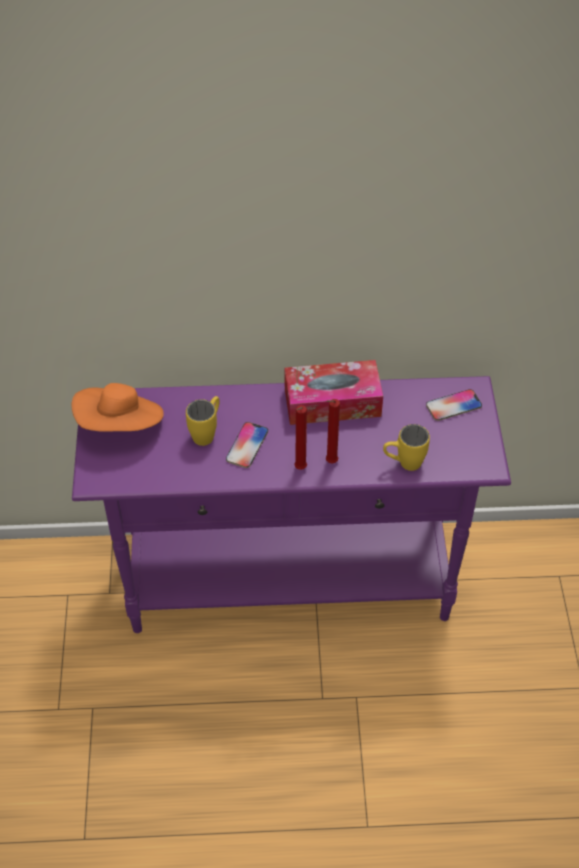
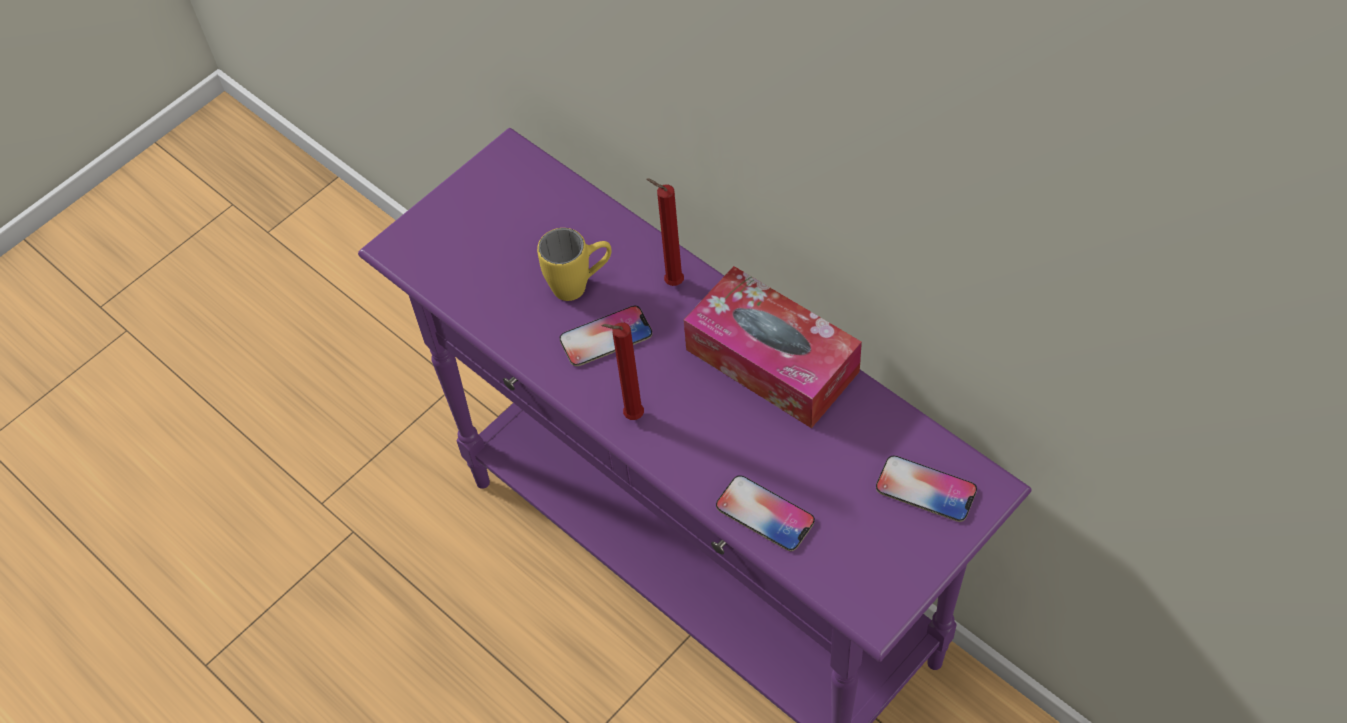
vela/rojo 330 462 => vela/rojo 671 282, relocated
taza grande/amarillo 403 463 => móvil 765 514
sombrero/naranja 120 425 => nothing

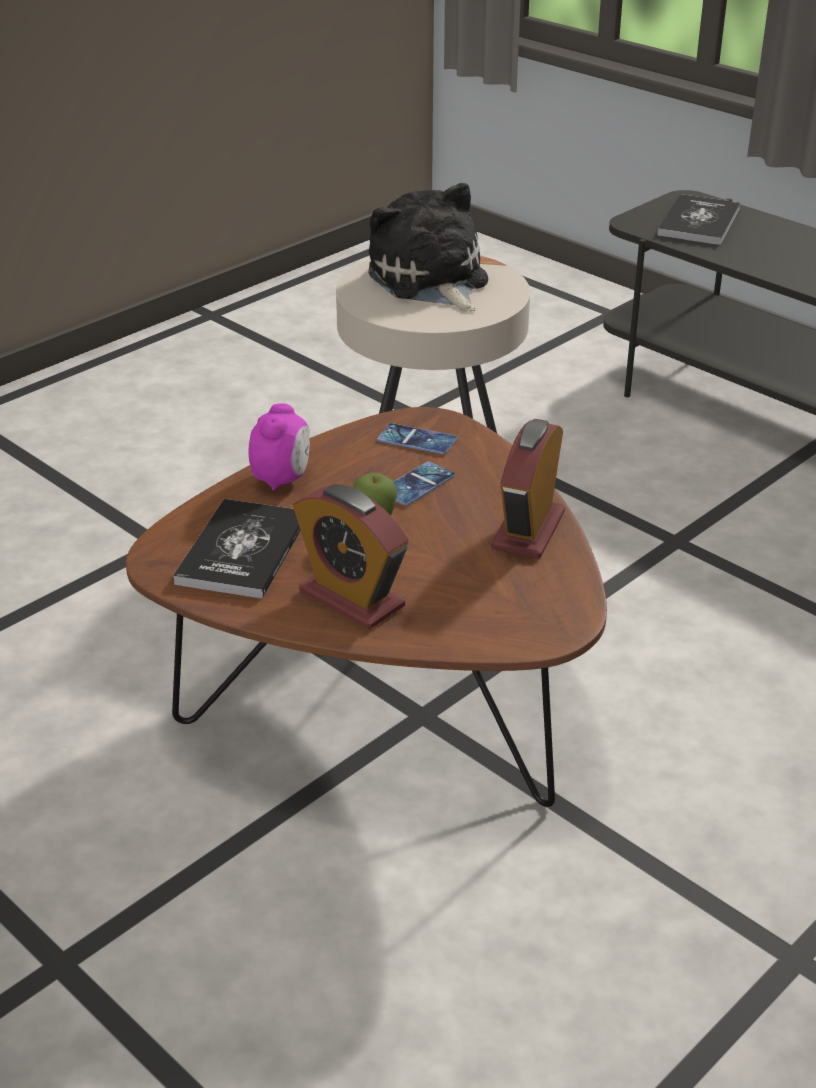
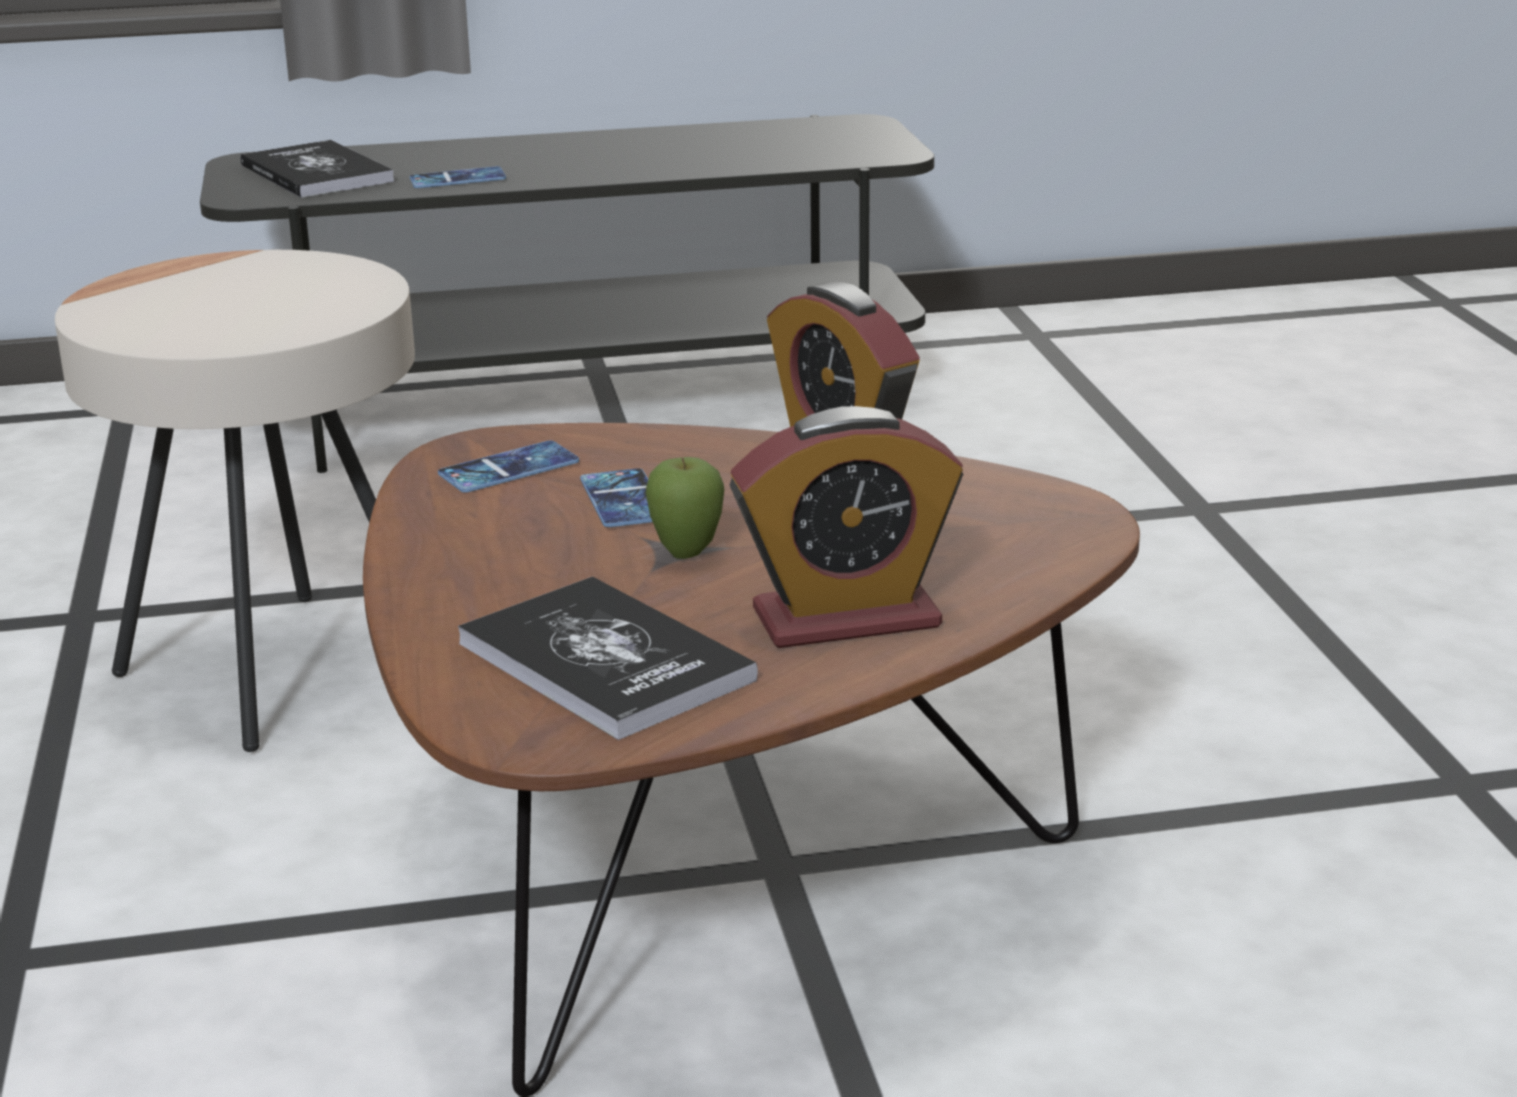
nothing => móvil 457 179
despertador 282 479 => nothing
peluche 430 281 => nothing

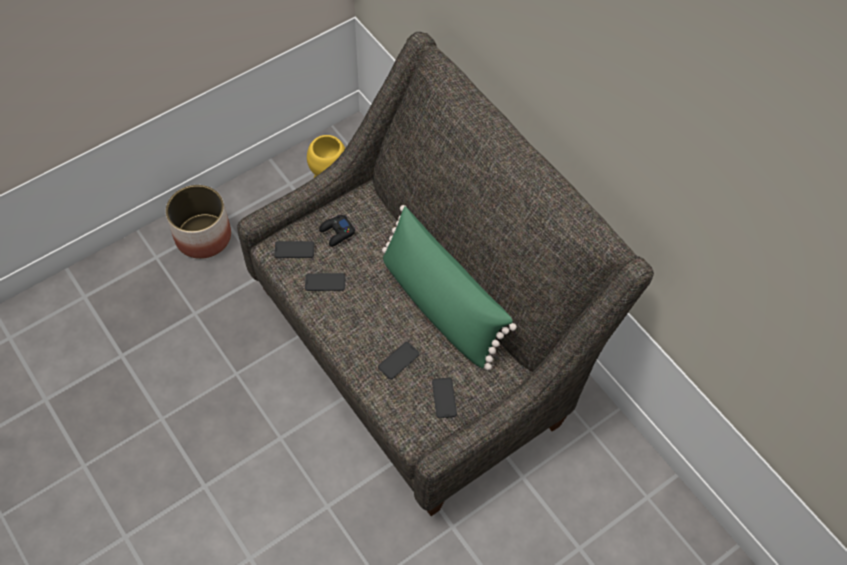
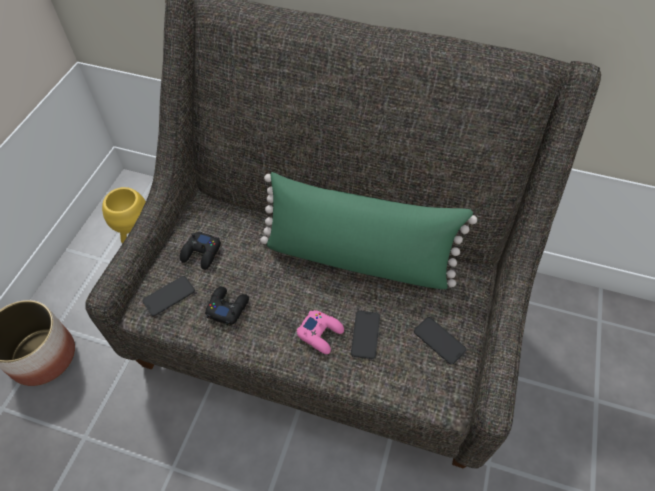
móvil 325 282 => mando de consola/negro 227 307
nothing => mando de consola/rosa 320 333

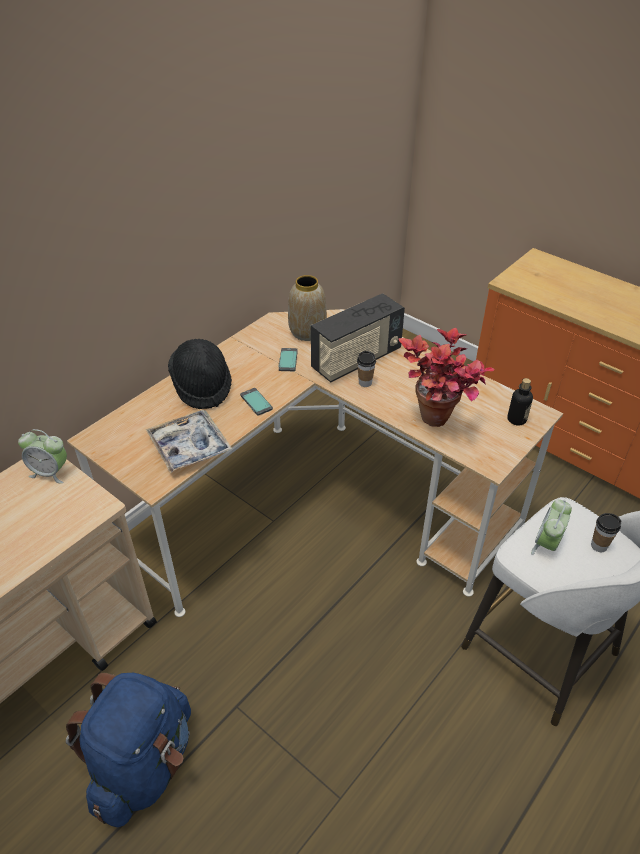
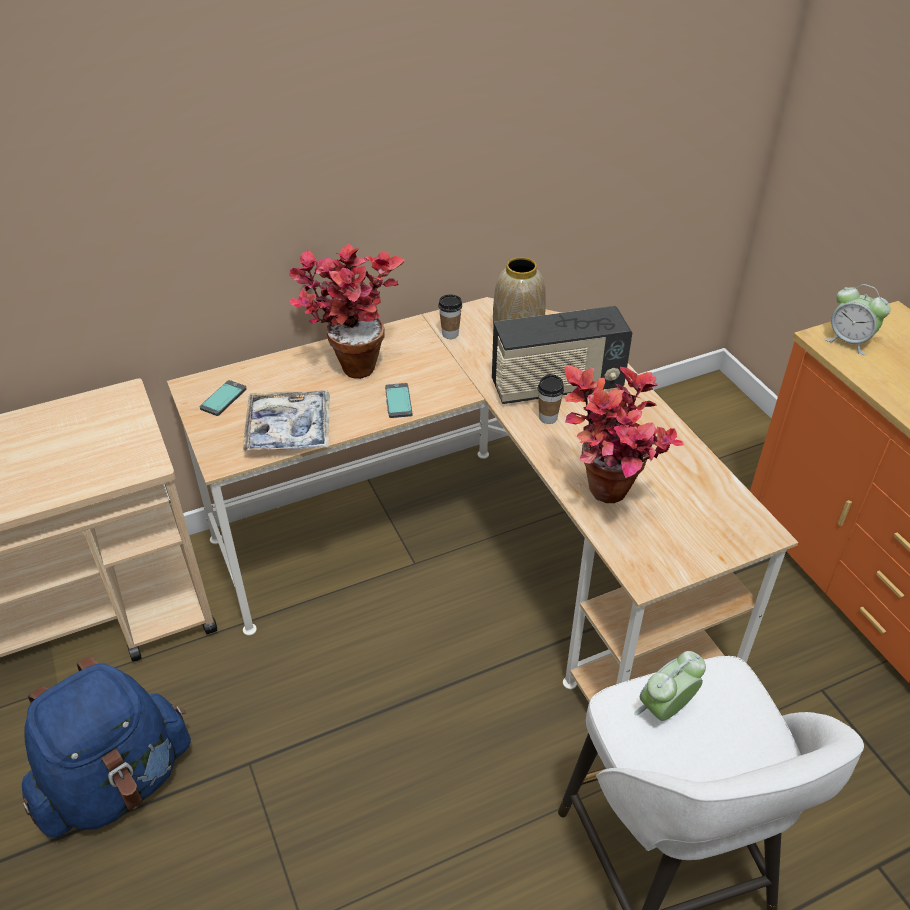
móvil 288 360 => móvil 223 399, relocated
sombrero/negro 202 386 => planta en maceta 349 363
taza 599 546 => taza 450 334, relocated
despertador 50 472 => despertador 849 341, relocated
botella 516 419 => nothing

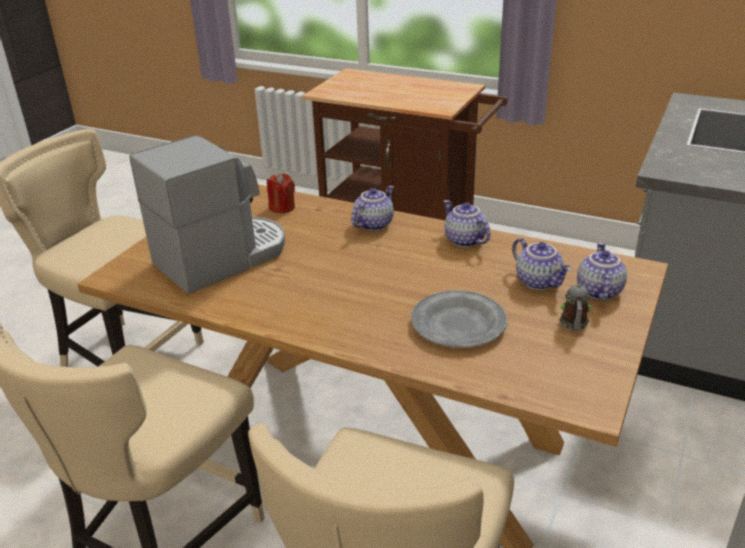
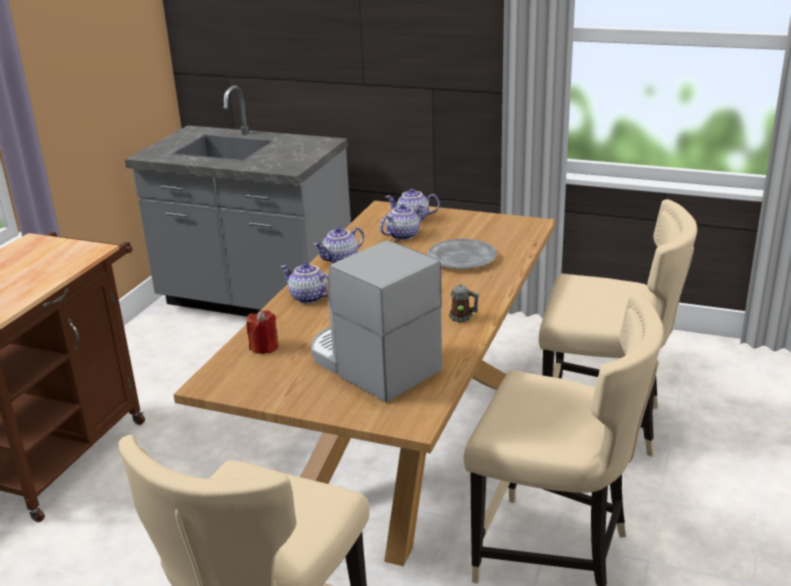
taza grande 574 325 => taza grande 463 317, relocated

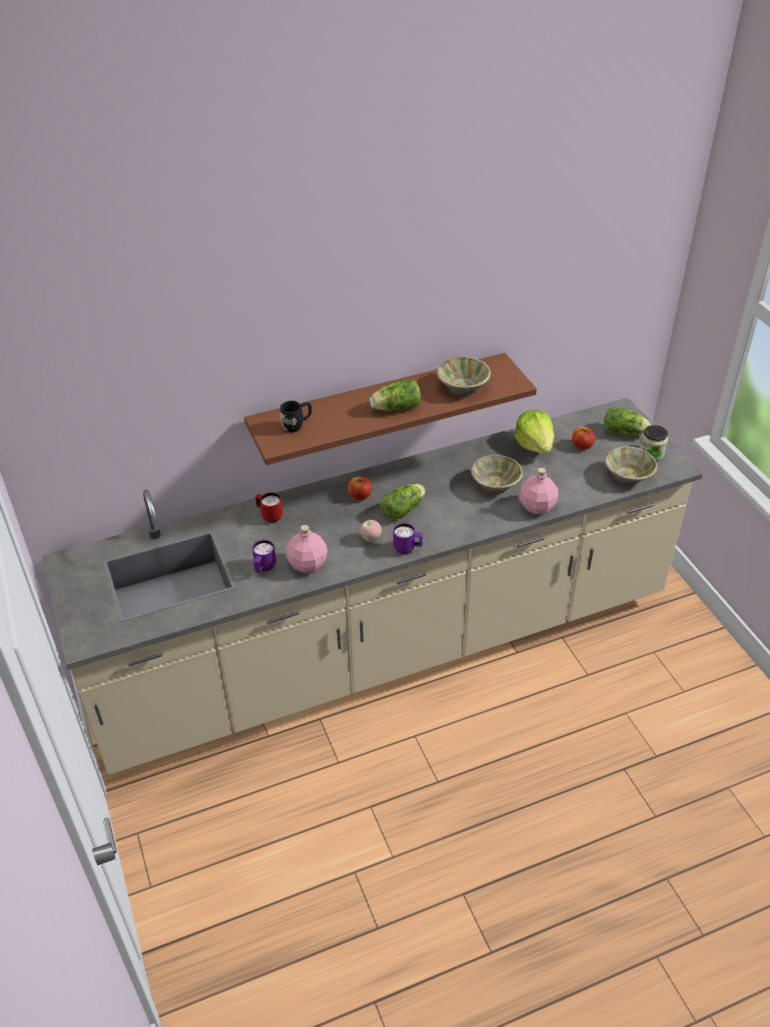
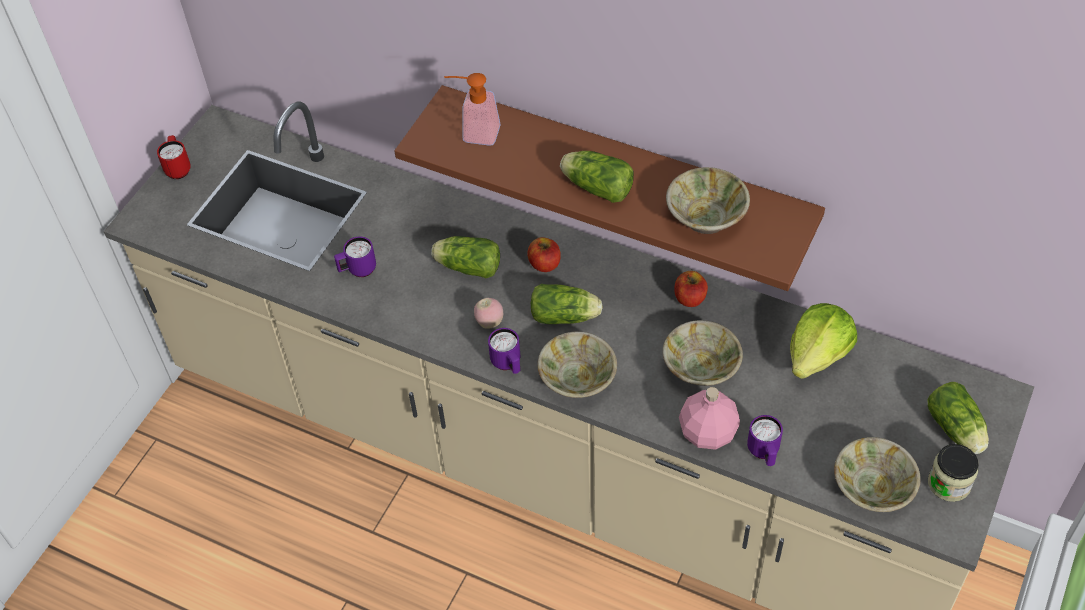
taza grande/rojo 269 515 => taza grande/rojo 178 168, relocated
nothing => lechuga 466 266
taza grande/negro 297 425 => dispensador de jabón 474 133
nothing => cuenco/beis 577 379
manzana 582 445 => manzana 690 298, relocated
nothing => taza grande/morado 764 453
botella/rosa 308 564 => nothing

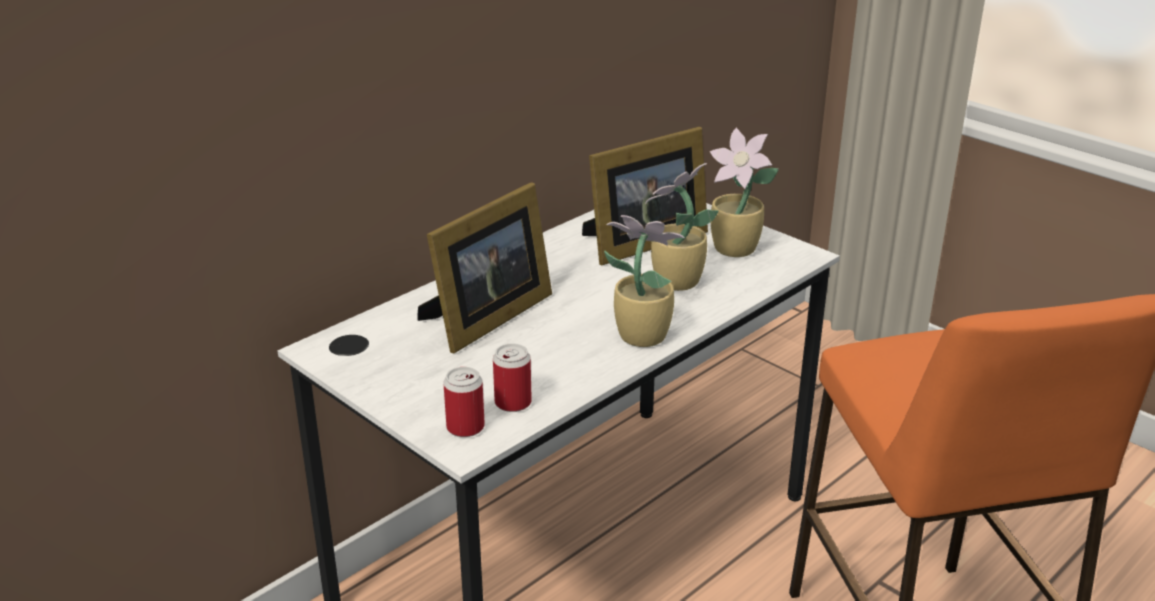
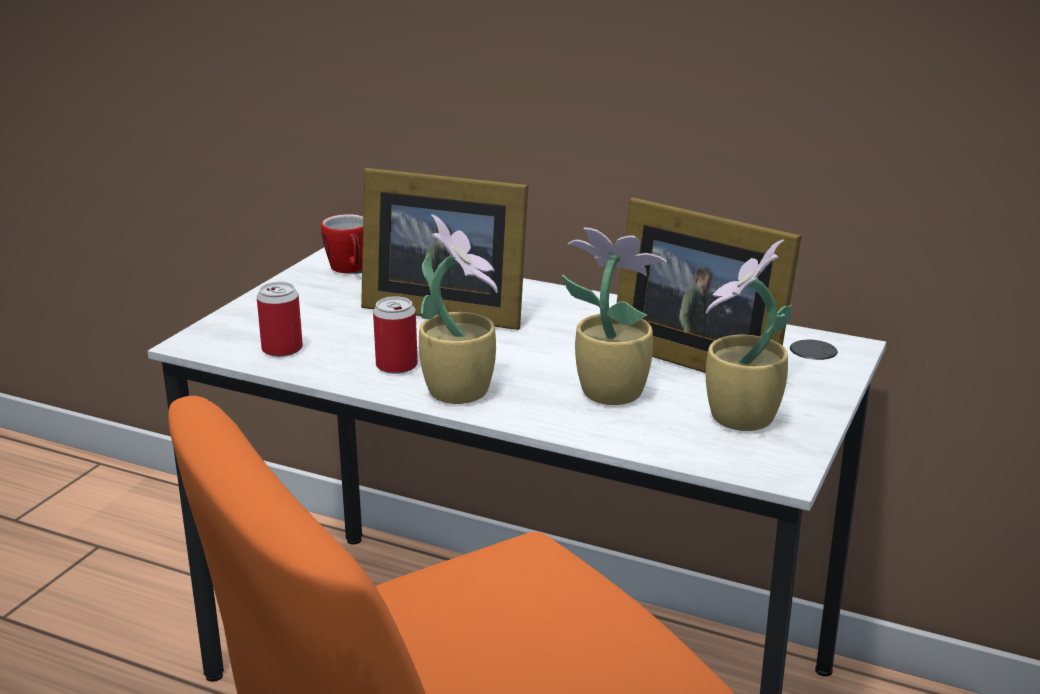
nothing => taza grande 350 270
lata 465 427 => lata 396 366, relocated

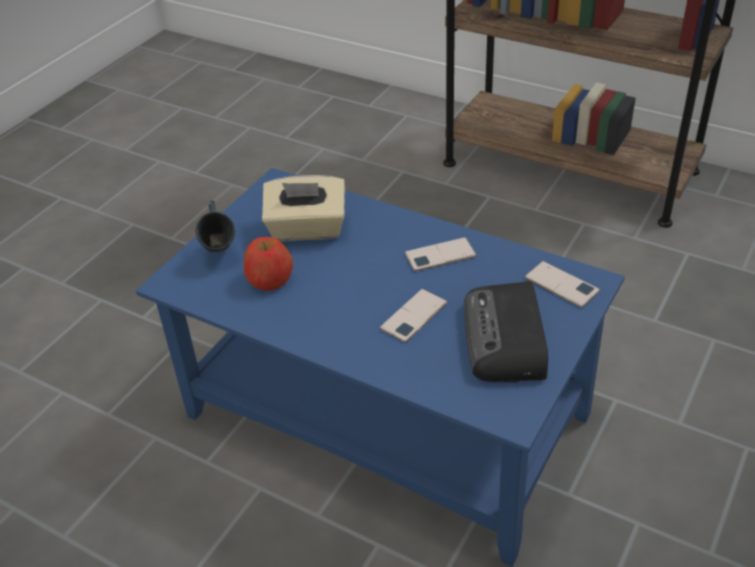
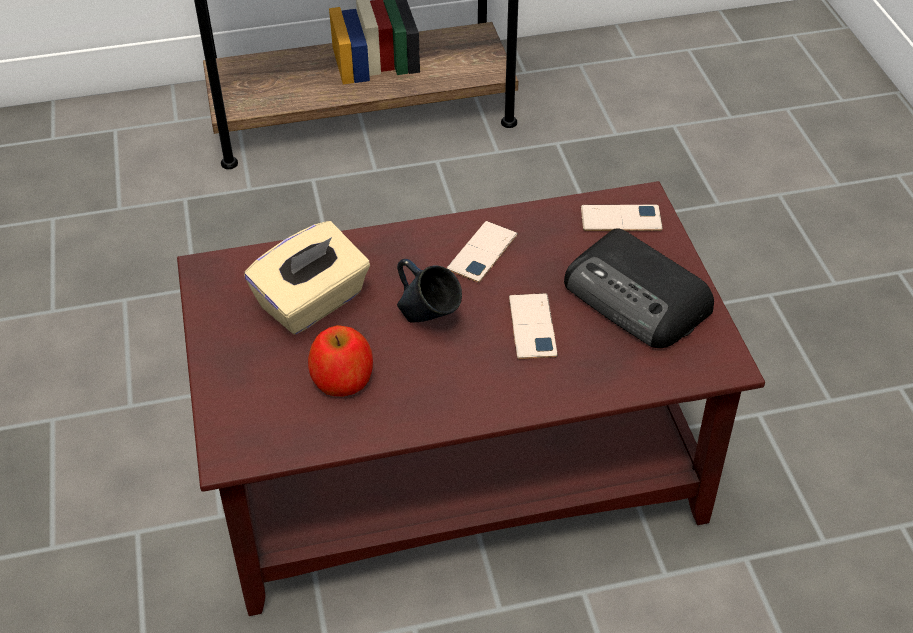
mesa de centro/azul 389 416 => mesa de centro/marrón 461 466
taza grande/azul 220 254 => taza grande/azul 428 319, relocated

